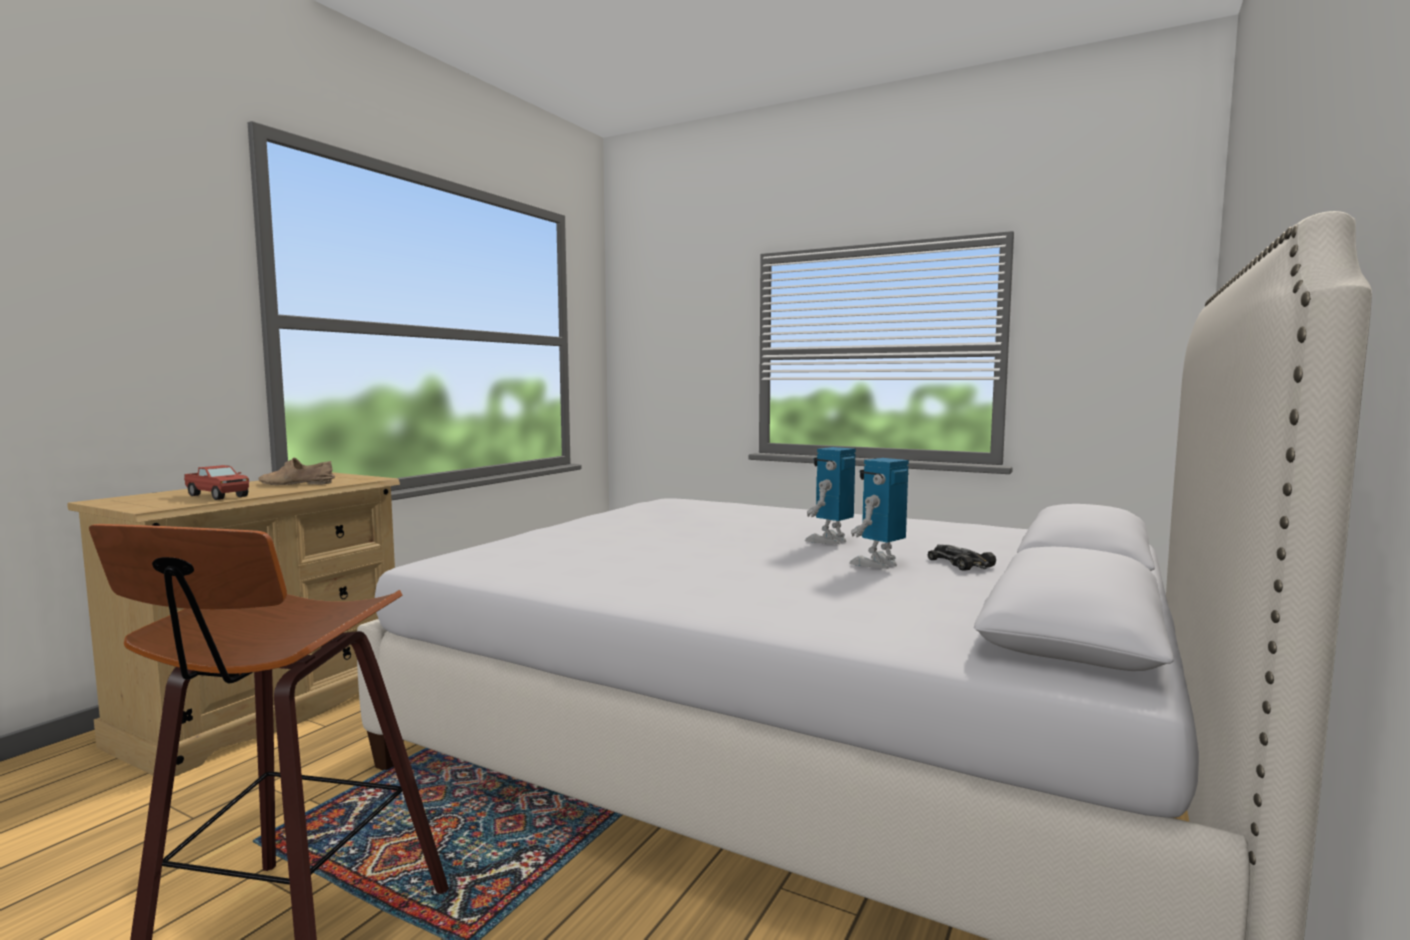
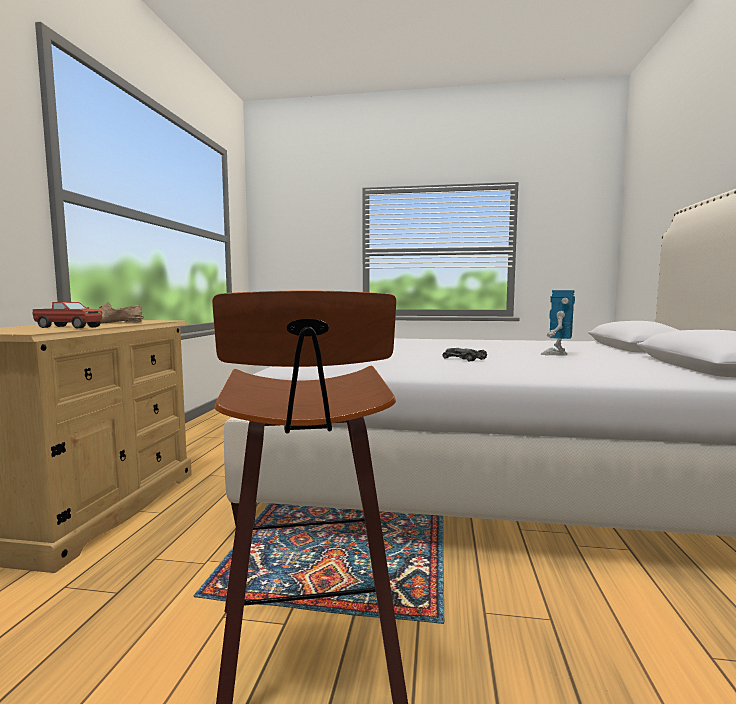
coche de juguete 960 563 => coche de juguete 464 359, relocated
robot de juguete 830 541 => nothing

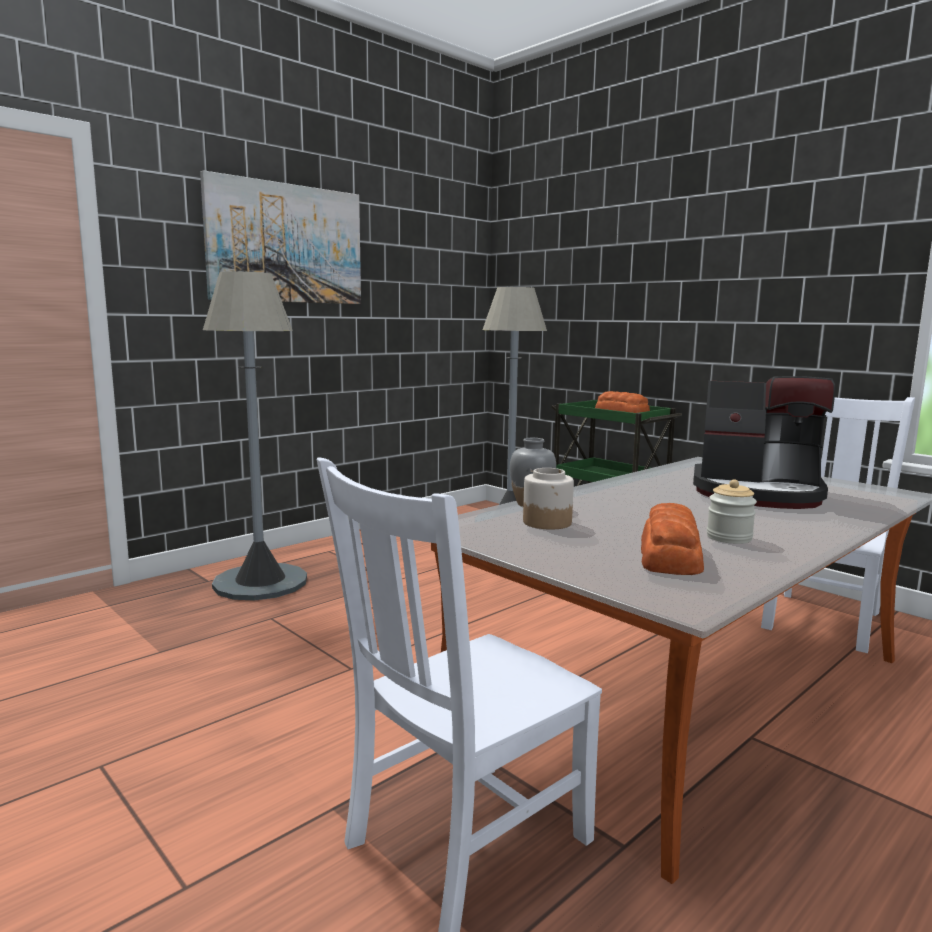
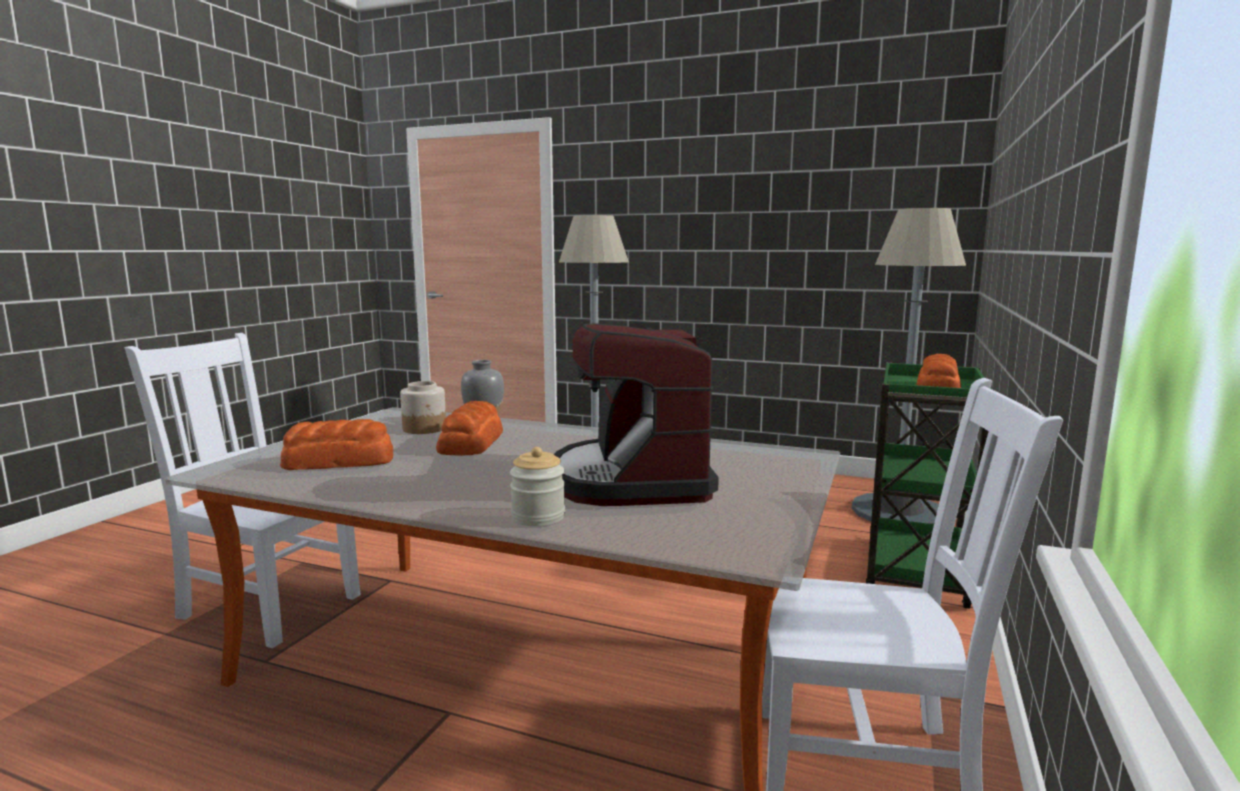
nothing => pan 472 443
tarro 729 537 => tarro 538 517, relocated
cuadro 286 244 => nothing

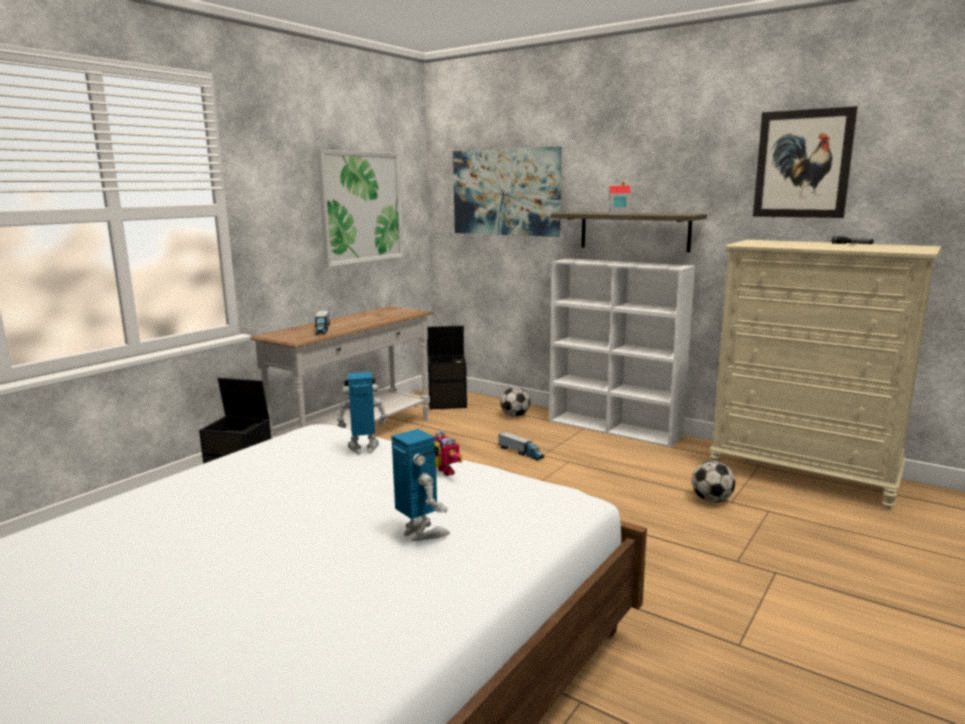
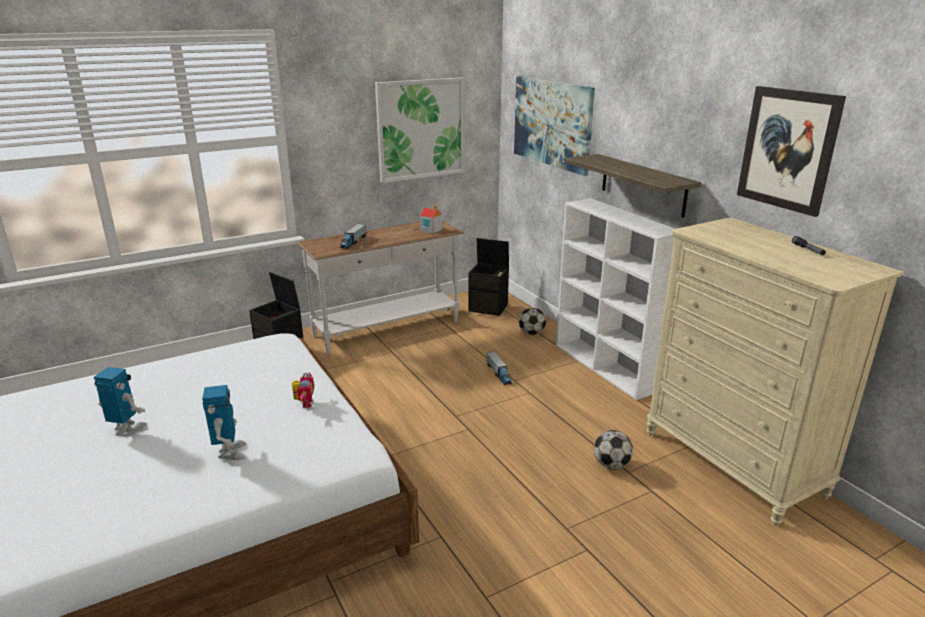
robot de juguete 363 449 => robot de juguete 127 430, relocated
casita 618 213 => casita 430 230, relocated

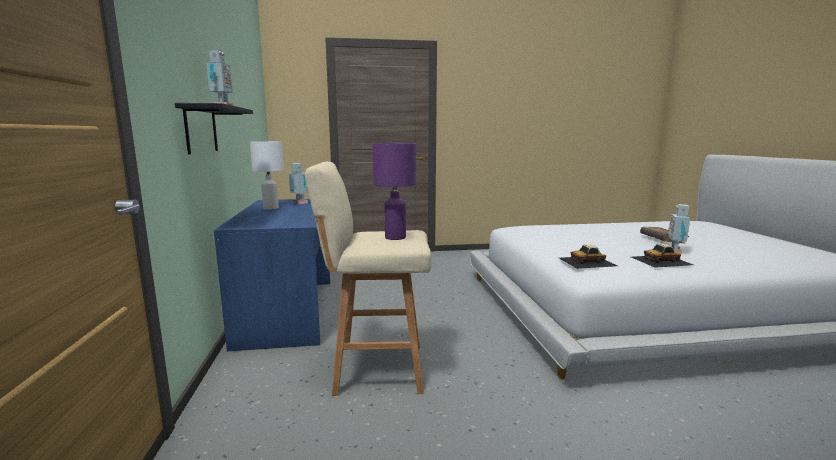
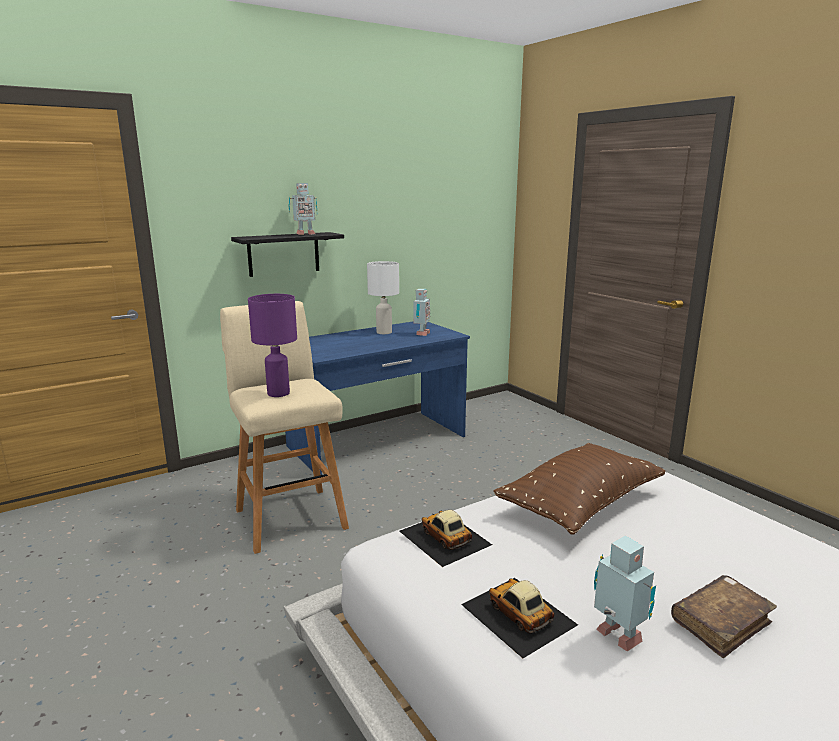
nothing => cojín/marrón 580 504
robot de juguete 675 251 => robot de juguete 617 639, 60 degrees clockwise

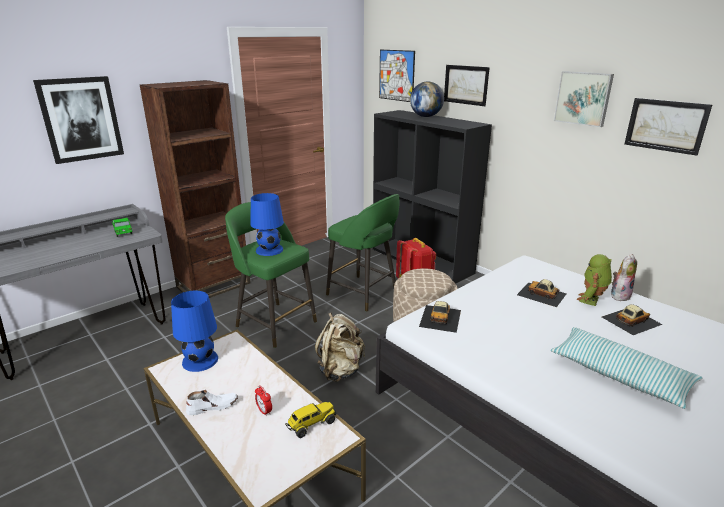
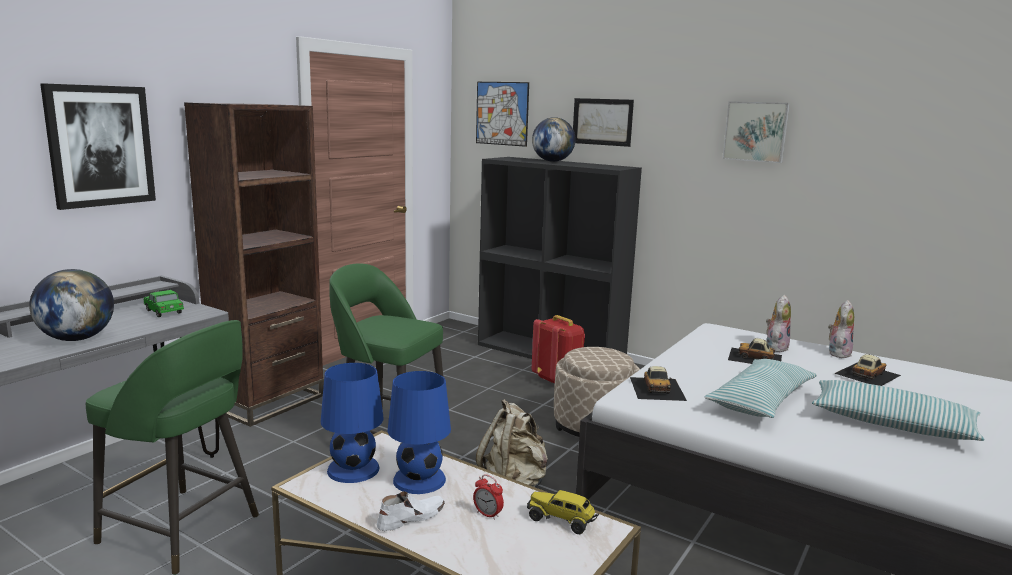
nothing => globo terráqueo 77 339
taburete/verde 363 293 => taburete/verde 183 530, relocated
lámpara de mesa/azul 269 250 => lámpara de mesa/azul 419 480, relocated
camión de juguete 311 424 => camión de juguete 561 520, 105 degrees counterclockwise
nothing => cojín 761 400
nothing => peluche 775 347
robot de juguete 591 300 => nothing
cuadro 665 125 => nothing

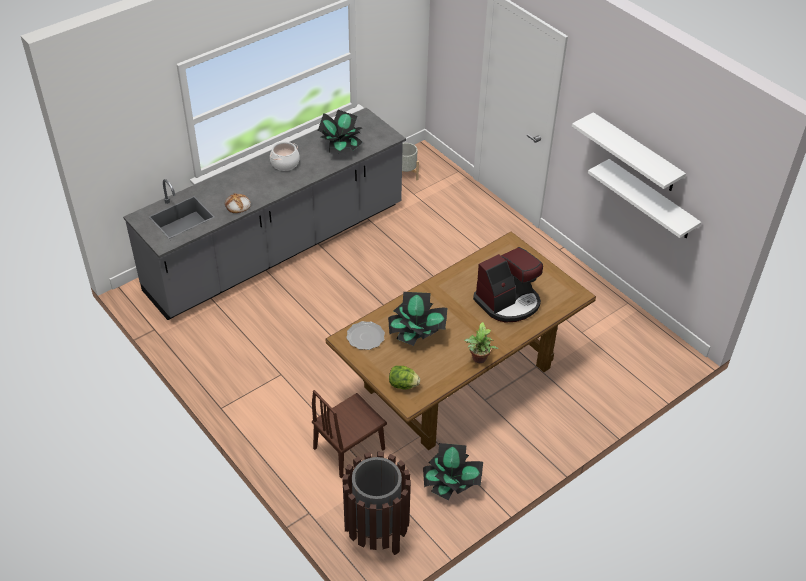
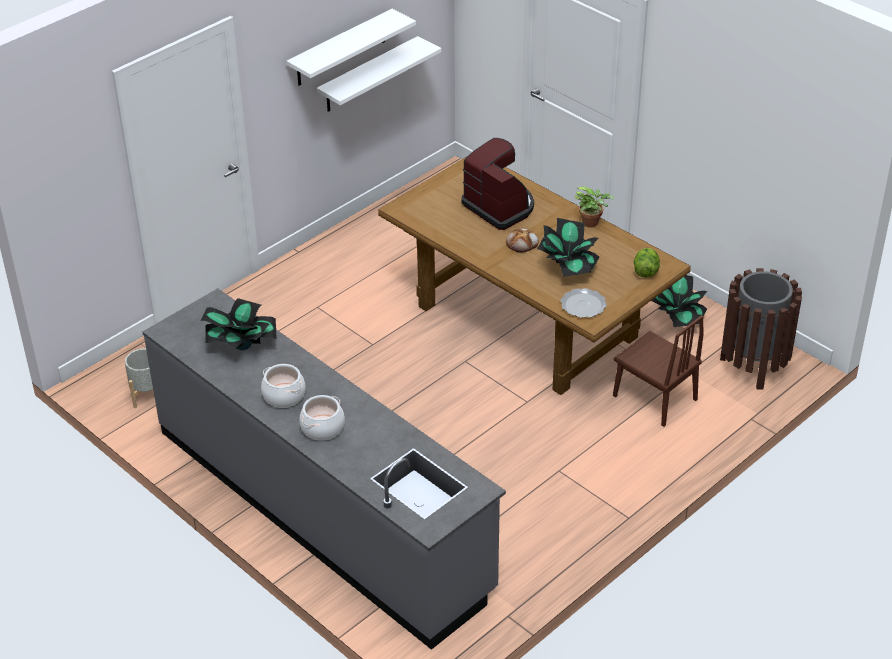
nothing => olla 322 427
pan 237 205 => pan 522 243, relocated

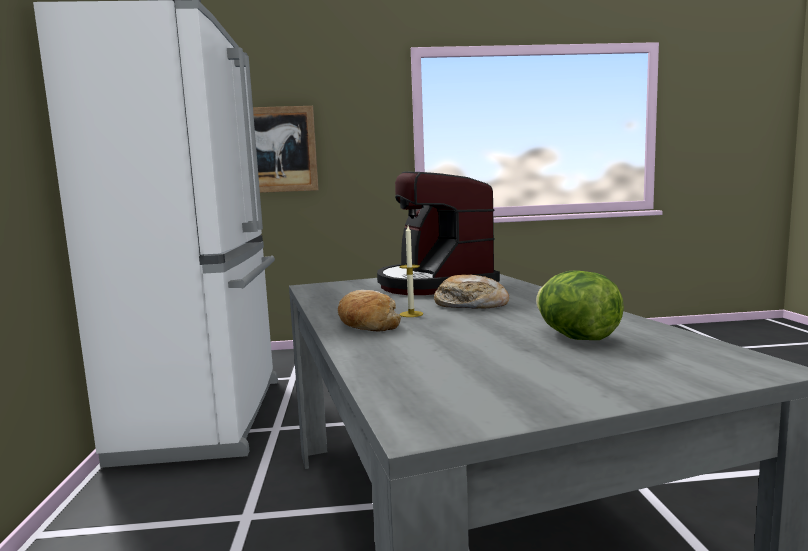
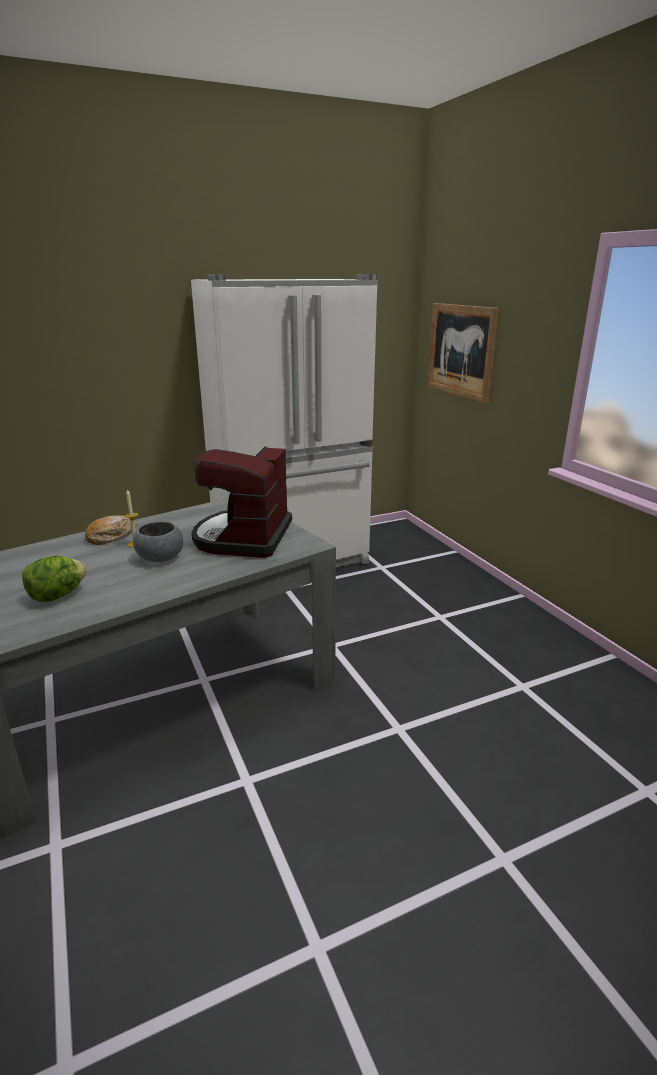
pan 470 305 => cuenco/gris 160 558
cafetera 434 284 => cafetera 243 537, 45 degrees counterclockwise

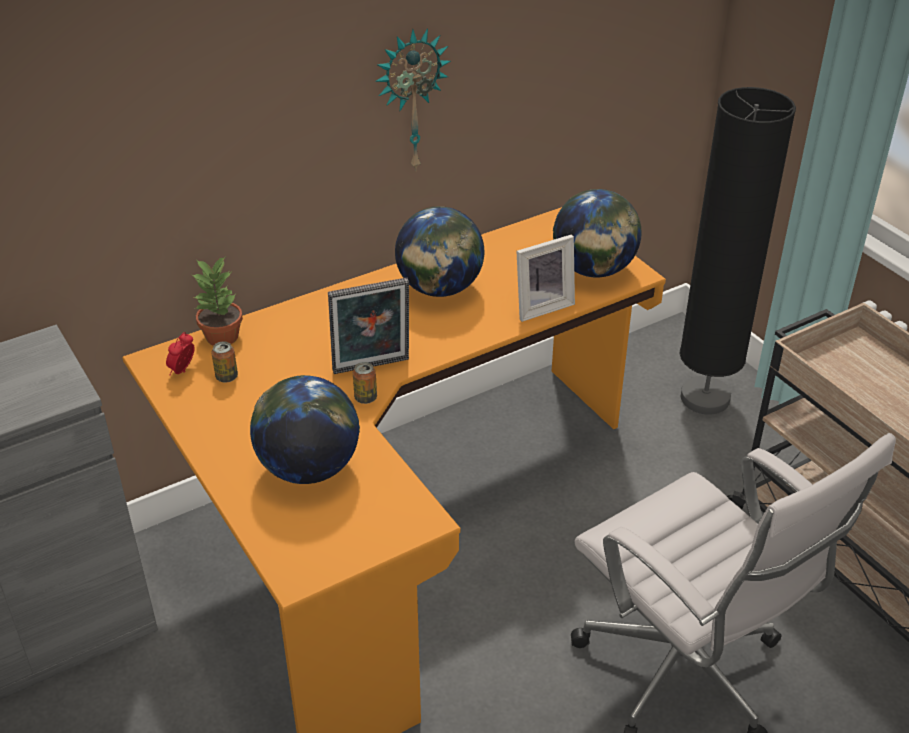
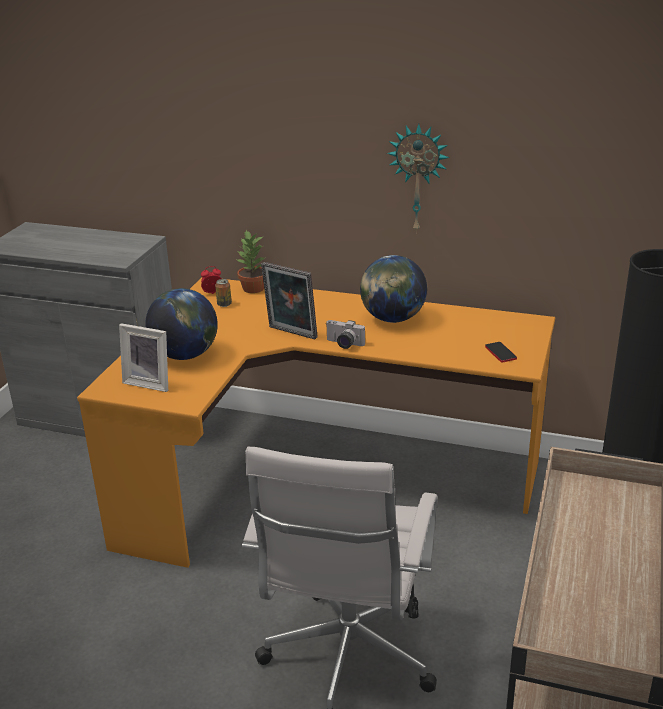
portarretratos 541 306 => portarretratos 150 382, relocated
nothing => cámara 343 344
globo terráqueo 593 270 => móvil 500 353
lata 365 398 => nothing

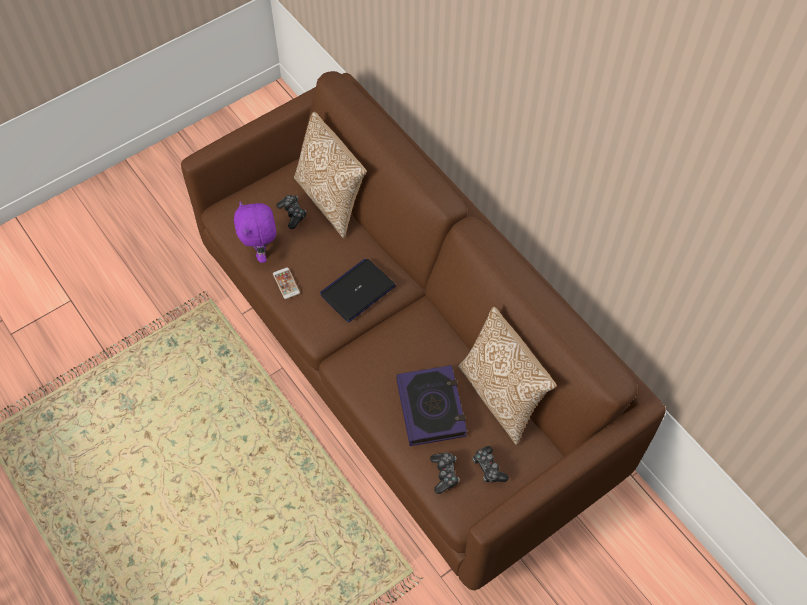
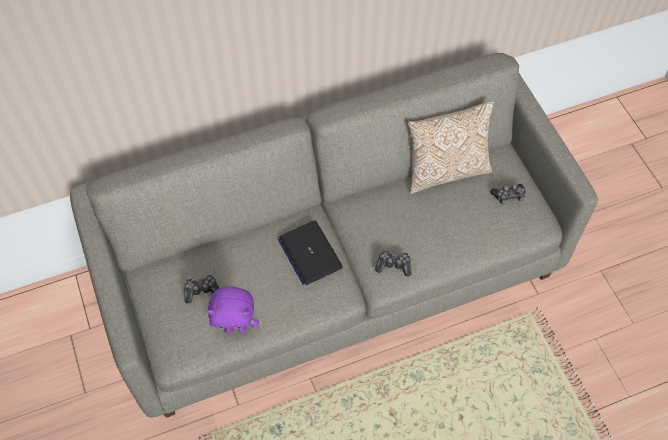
sofá/marrón 404 361 => sofá/gris 334 273
mando de consola 444 474 => mando de consola 394 265, relocated
móvil 286 283 => nothing
cojín 331 200 => nothing
libro 431 408 => nothing

